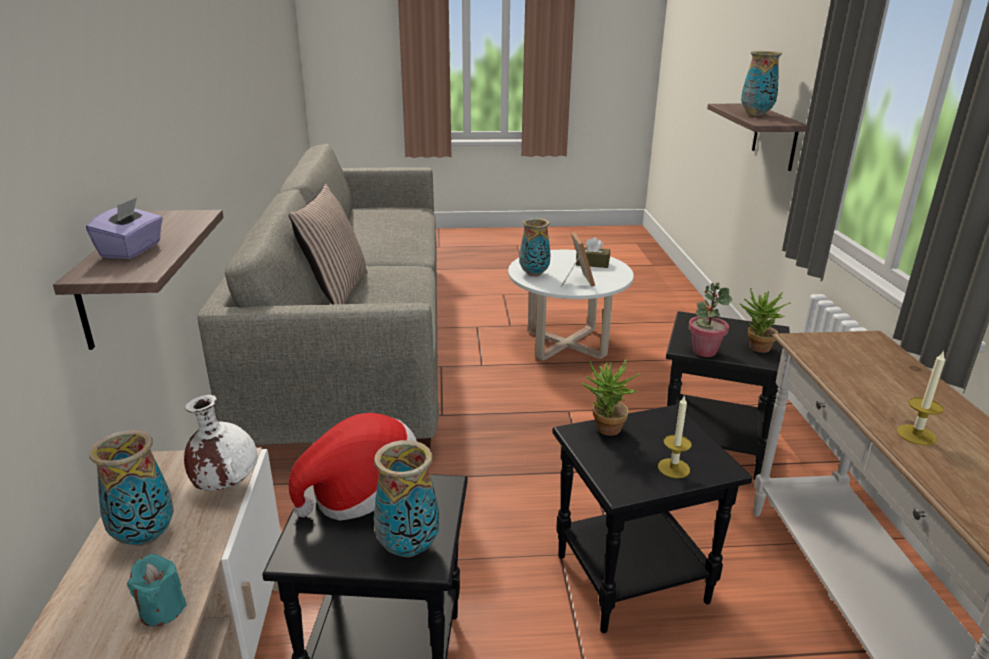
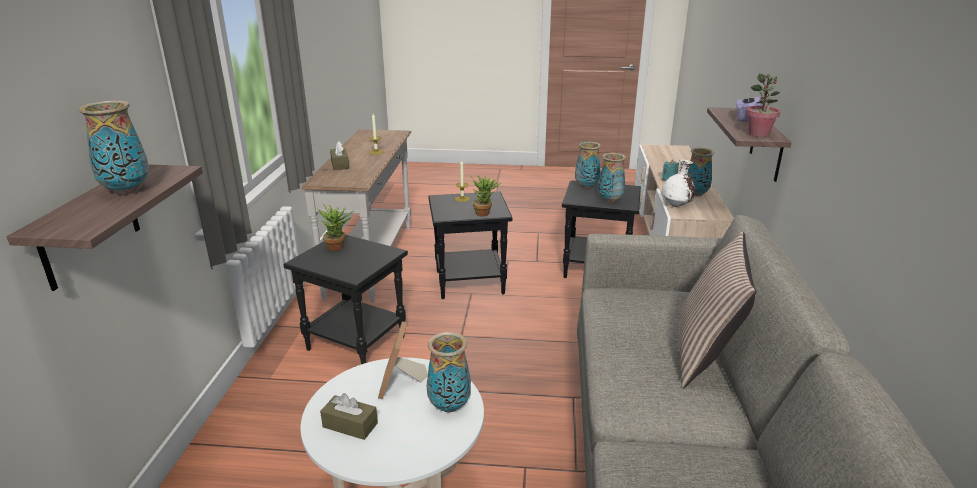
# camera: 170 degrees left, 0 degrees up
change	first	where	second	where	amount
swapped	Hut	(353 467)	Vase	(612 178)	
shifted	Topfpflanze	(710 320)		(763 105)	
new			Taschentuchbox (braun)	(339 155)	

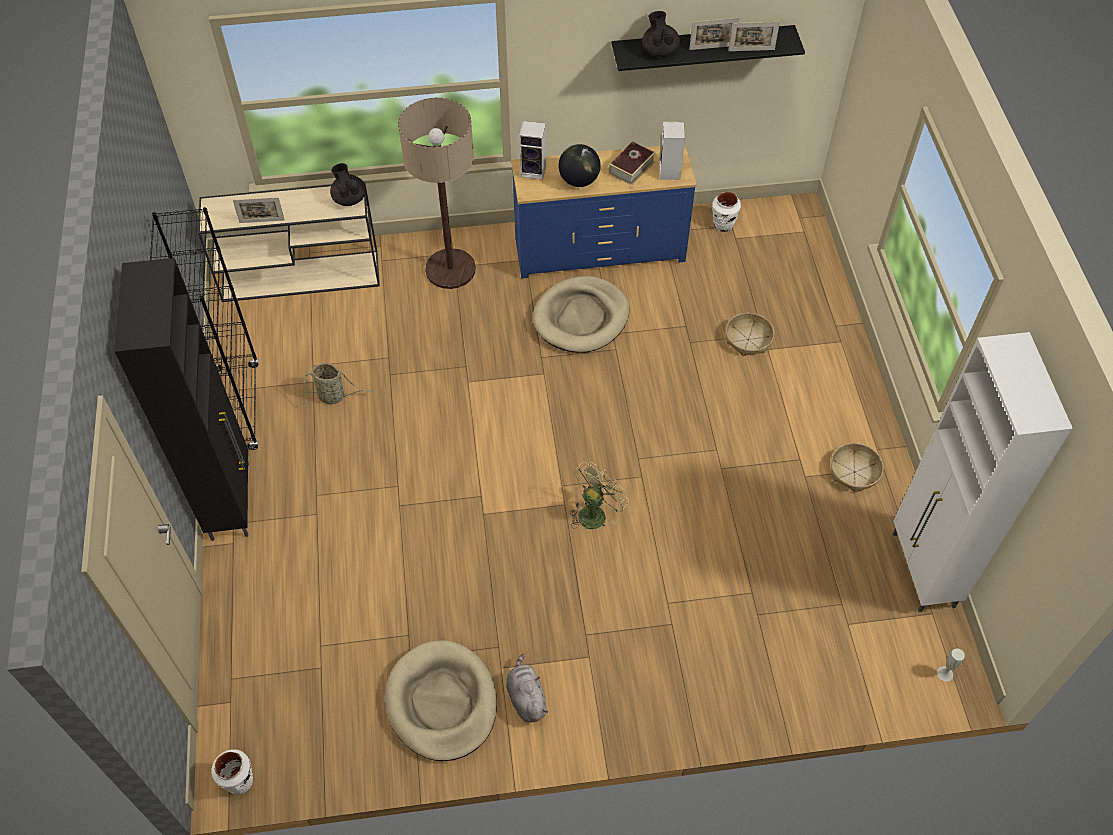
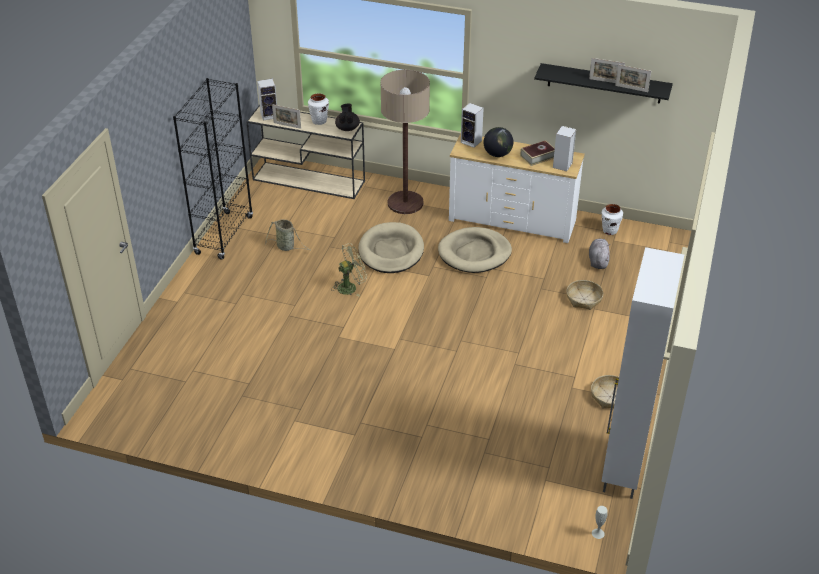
# camera: 25 degrees right, 15 degrees down
change	first	where	second	where	amount
gone	Schrank (schwarz)	(181 399)			
shifted	Vase (weiß)	(232 772)		(318 109)	
shifted	Hundebett (beige)	(441 700)		(391 247)	
shifted	Plüschtier (grau)	(527 688)		(599 254)	
repainted	Kommode (blau)	(604 211)	Kommode (weiß)	(517 188)	
shifted	Ventilator (grün)	(599 495)		(349 270)	
gone	Teekanne (schwarz)	(661 34)			
new			Lautsprecher	(267 99)	

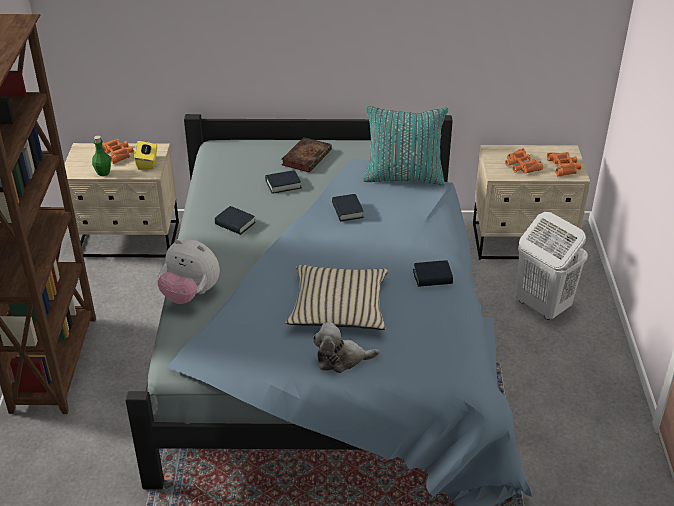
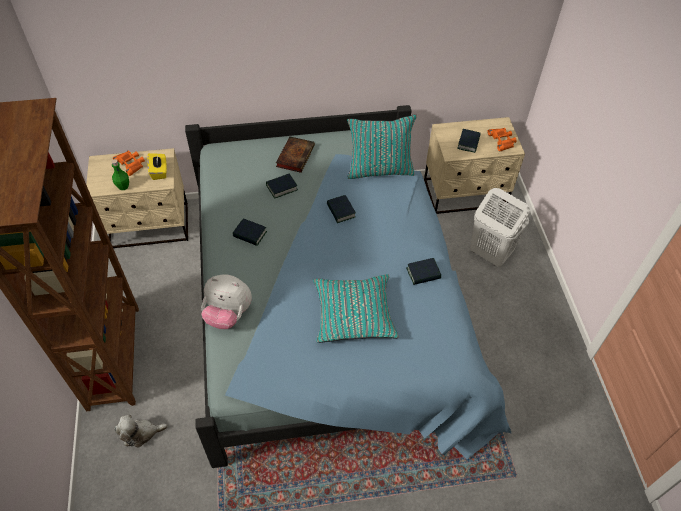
# camera: 10 degrees left, 15 degrees up
change	first	where	second	where	amount
repainted	Kissen (beige)	(336 297)	Kissen (türkis)	(356 308)	
shifted	Plüschtier	(346 347)		(141 431)	
swapped	Fernglas (orange)	(524 161)	Buch	(469 141)	

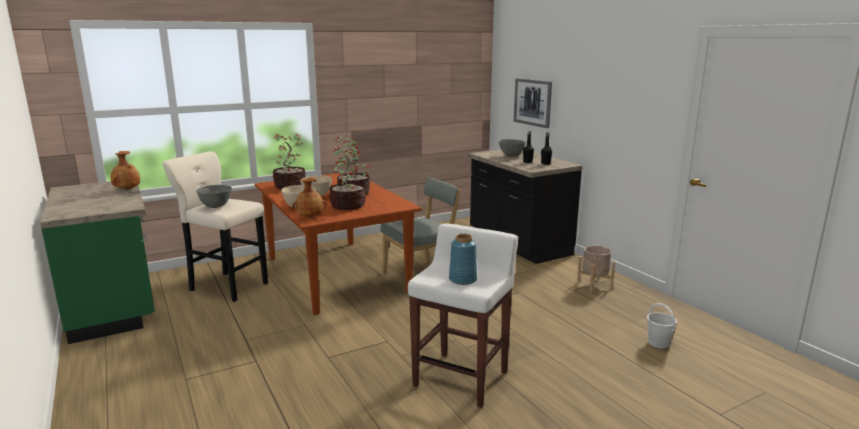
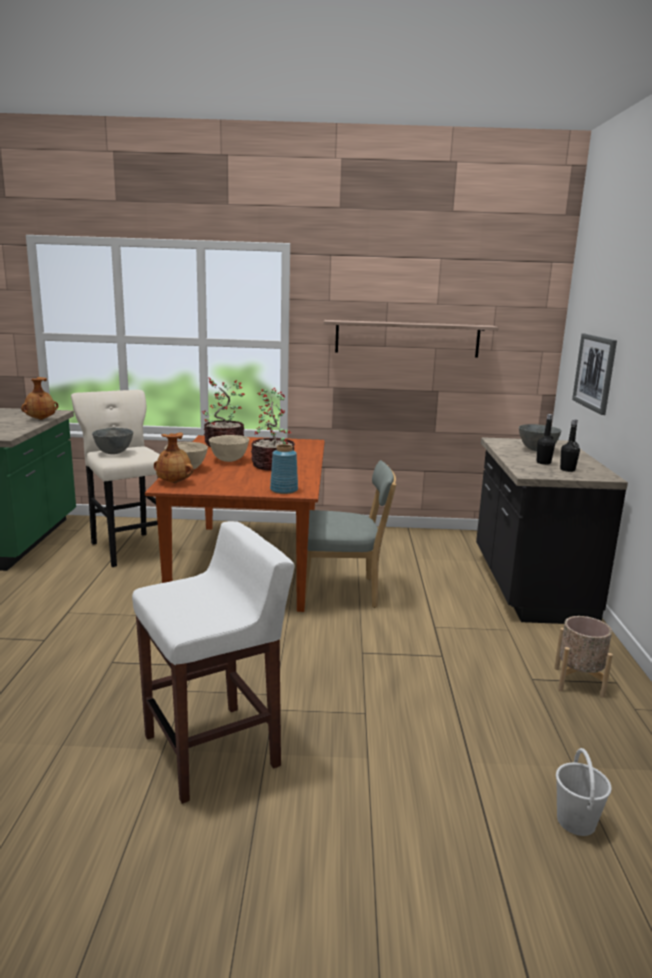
# camera: 30 degrees right, 0 degrees up
change	first	where	second	where	amount
gone	Topfpflanze	(347 178)			
shifted	Vase (blau)	(463 259)		(284 469)	
new			Wandregal	(411 338)	

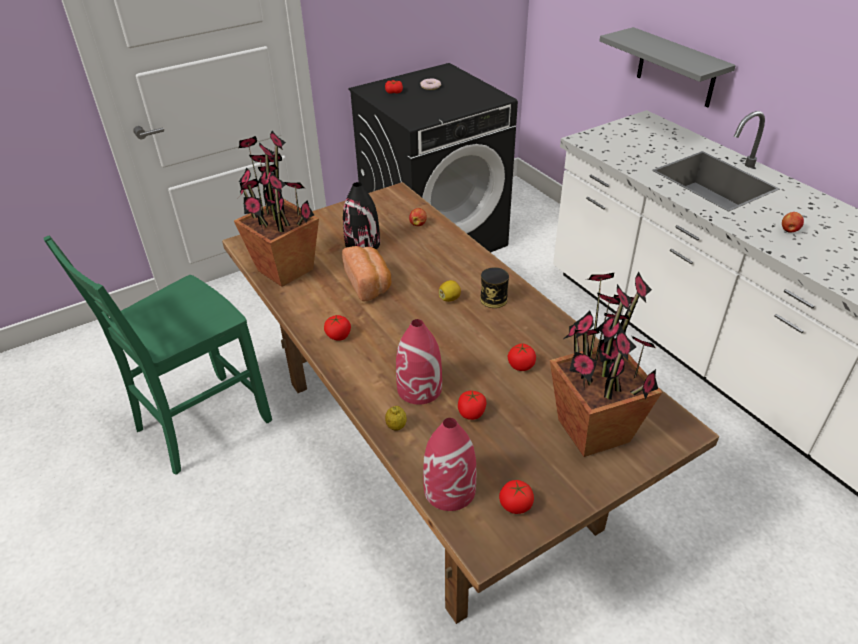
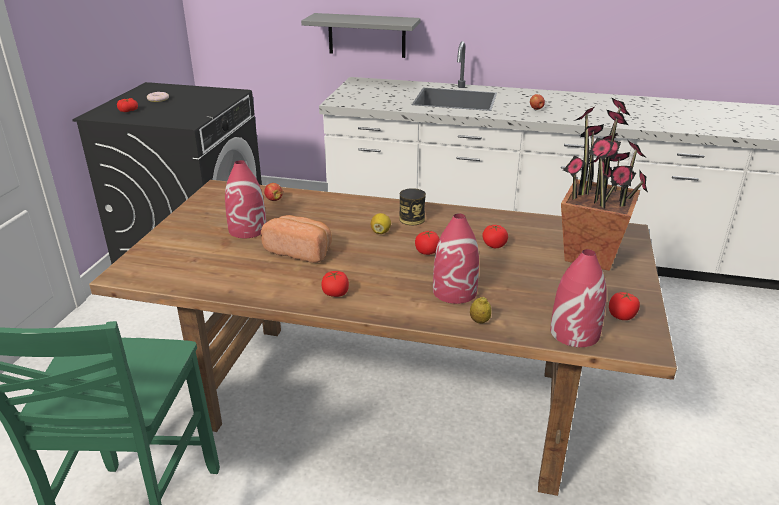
# camera: 45 degrees left, 10 degrees down
change	first	where	second	where	amount
gone	Topfpflanze	(276 209)			
repainted	Vase (schwarz)	(361 215)	Vase (rot)	(245 199)	
shifted	Tomate	(472 405)		(427 243)	

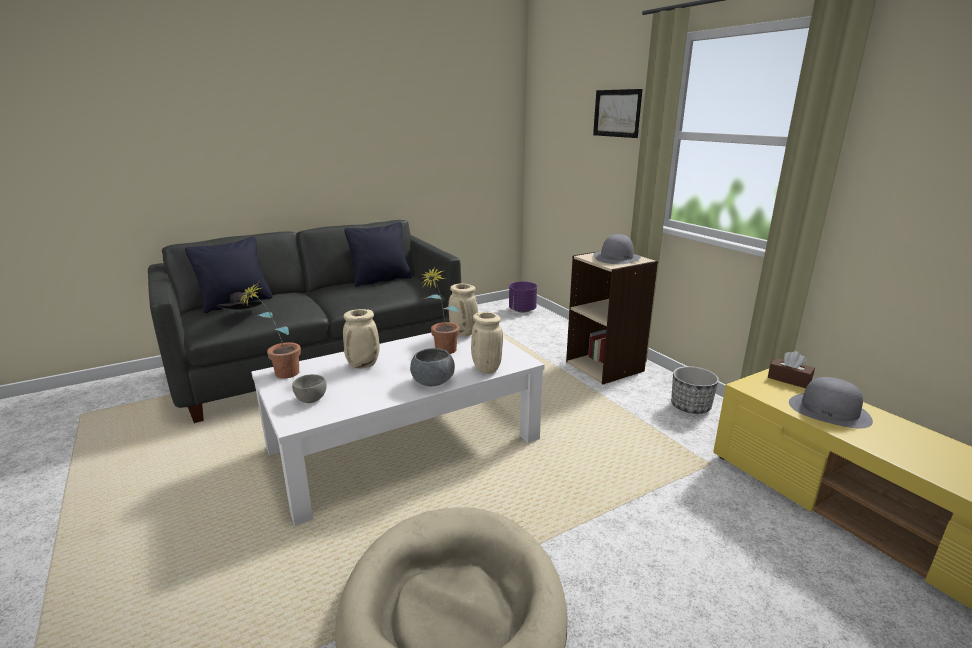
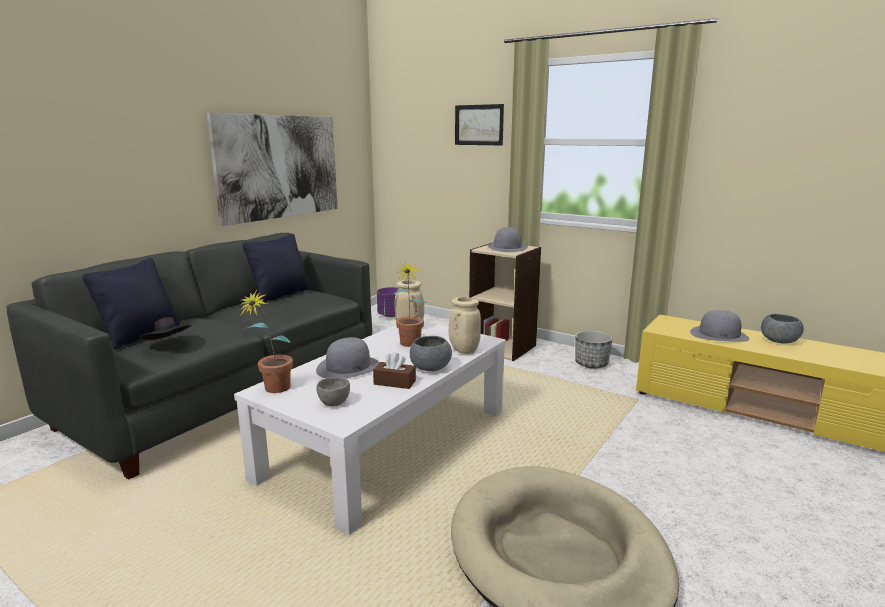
# camera: 25 degrees left, 5 degrees down
change	first	where	second	where	amount
swapped	Vase (beige)	(361 339)	Hut (grau)	(347 357)	
shifted	Taschentuchbox (braun)	(791 369)		(394 370)	
new			Bild	(272 169)	
new			Schüssel (grau)	(782 329)	

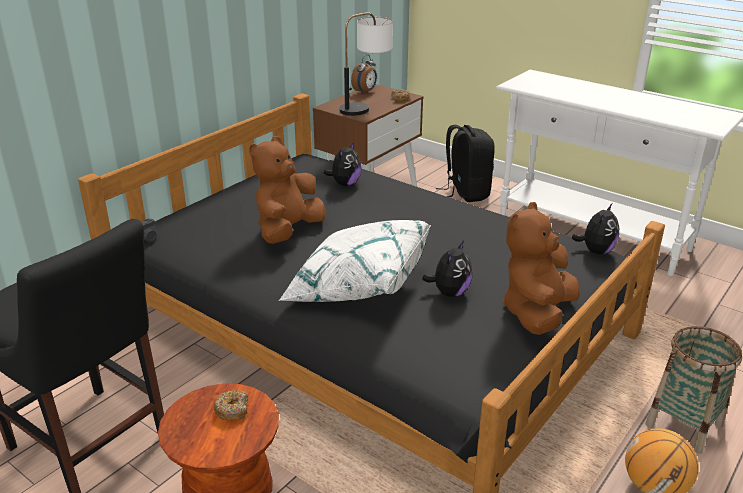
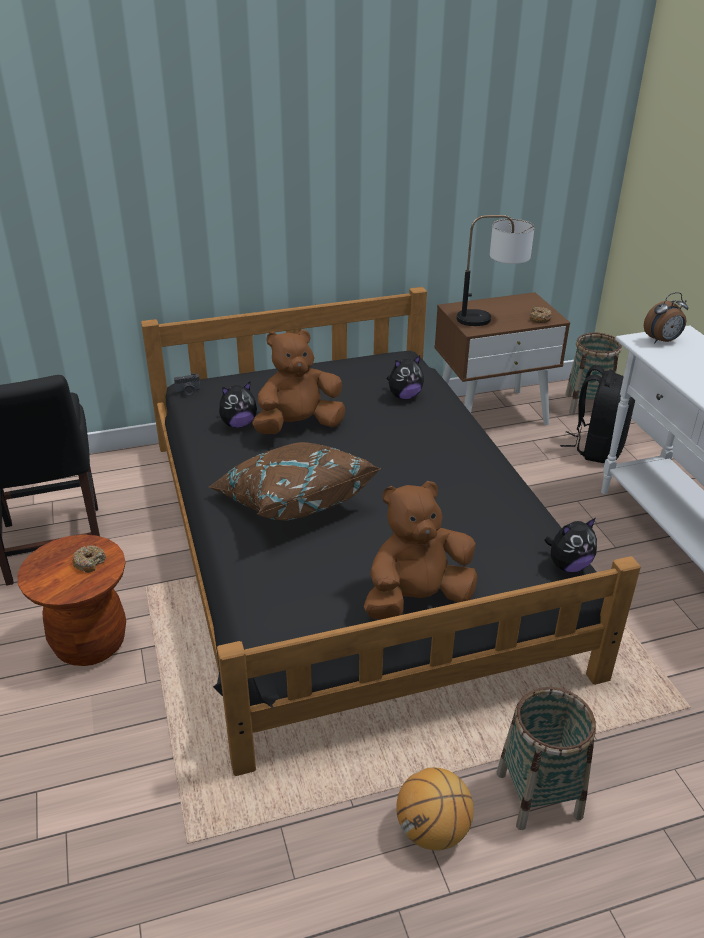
# camera: 35 degrees right, 5 degrees up
change	first	where	second	where	amount
repainted	Kissen (weiß)	(354 261)	Kissen (braun)	(294 481)	
shifted	Wecker	(364 74)		(666 317)	
shifted	Plüschtier	(447 268)		(238 405)	
new			Korb	(593 374)	

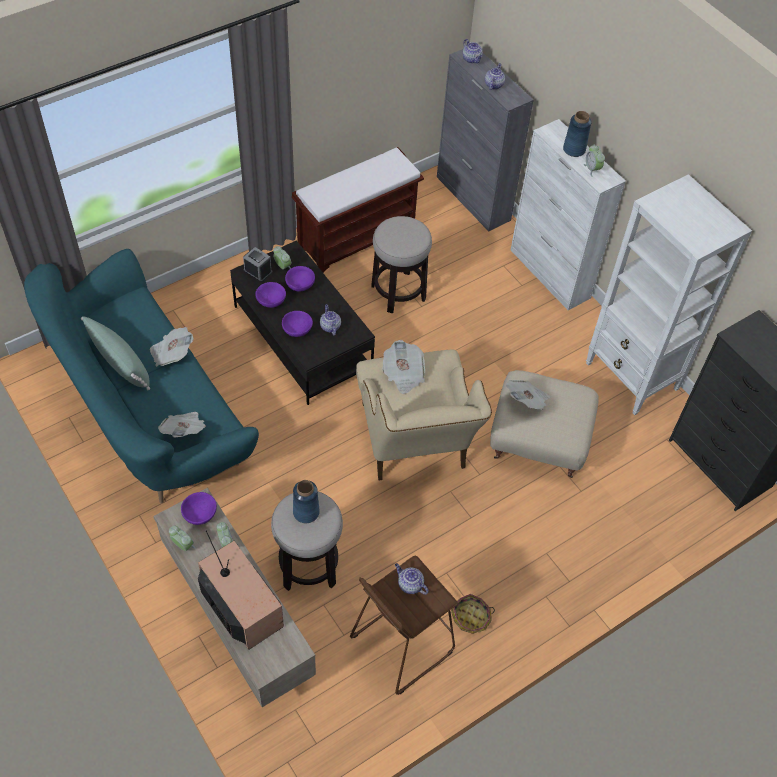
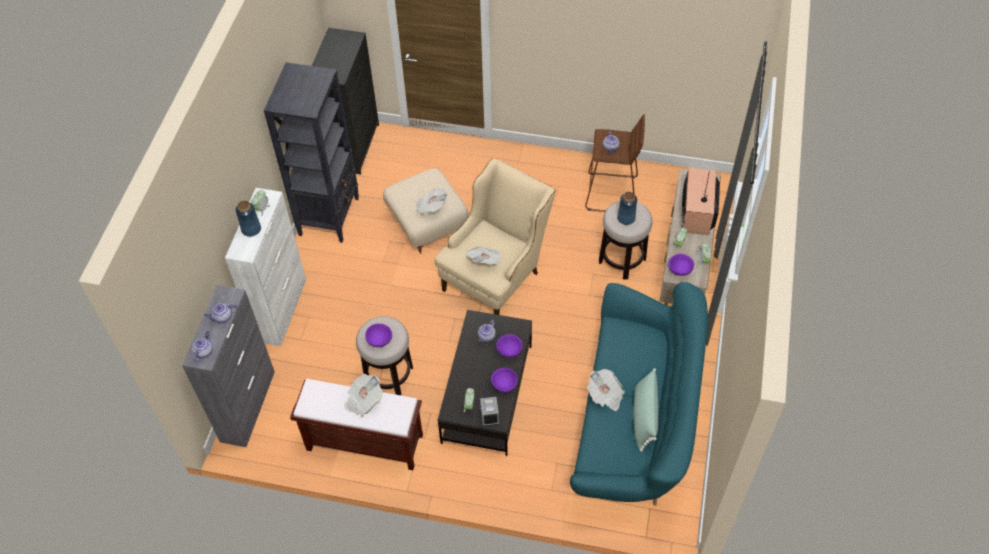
# camera: 130 degrees left, 0 degrees up
change	first	where	second	where	amount
shifted	Zeitung	(182 424)		(363 395)	
shifted	Schüssel (lila)	(300 279)		(378 335)	
gone	Korb	(473 614)			
repainted	Bücherregal (weiß)	(669 294)	Bücherregal (schwarz)	(311 152)	

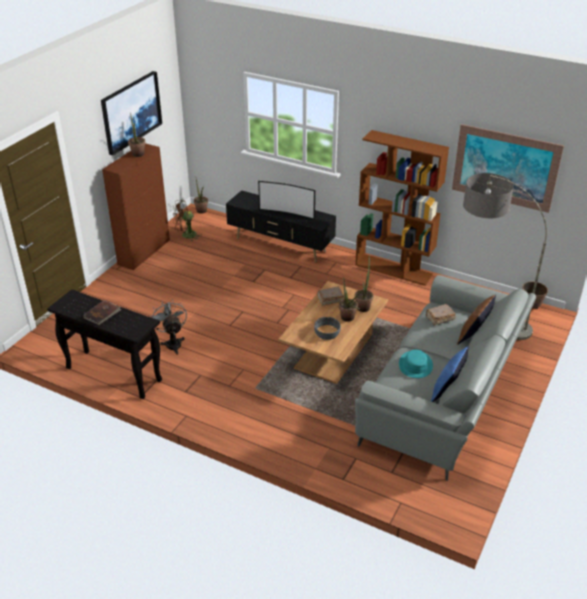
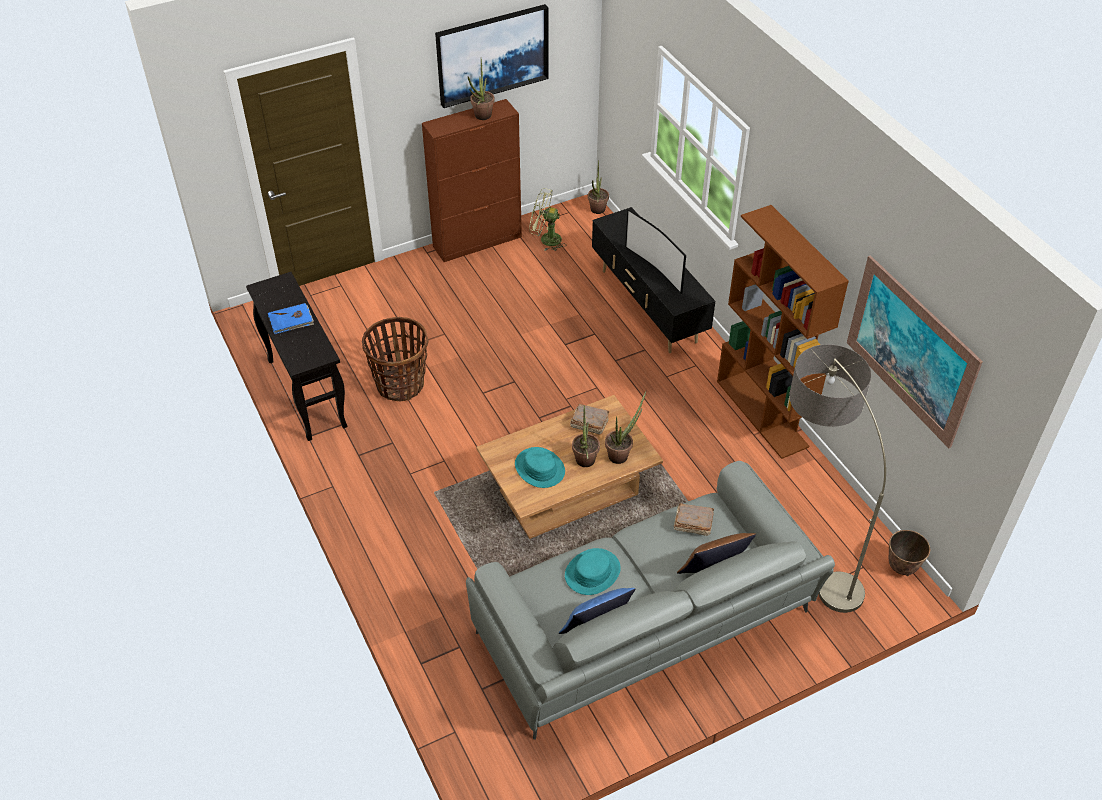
# camera: 35 degrees right, 10 degrees up
change	first	where	second	where	amount
repainted	Buch (braun)	(102 312)	Buch (blau)	(291 318)	
swapped	Ventilator (grau)	(168 327)	Korb	(395 359)	
repainted	Ventilator (braun)	(186 221)	Ventilator (grün)	(547 219)	
swapped	Schüssel (grau)	(327 328)	Hut (türkis)	(540 467)	

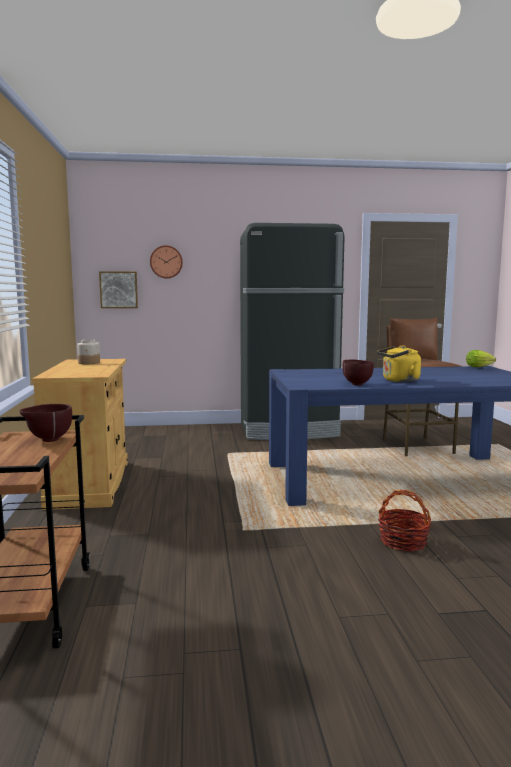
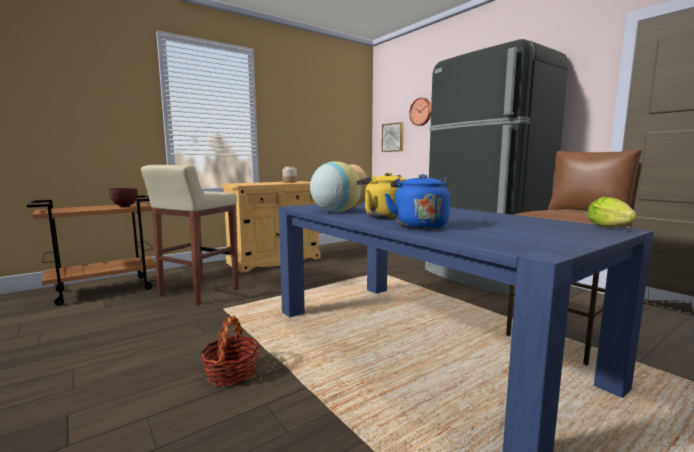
# camera: 60 degrees right, 0 degrees up
change	first	where	second	where	amount
swapped	Schüssel (braun)	(358 373)	Vase	(338 187)	
new			Hocker (beige)	(190 234)	
new			Wasserkessel (blau)	(417 201)	

